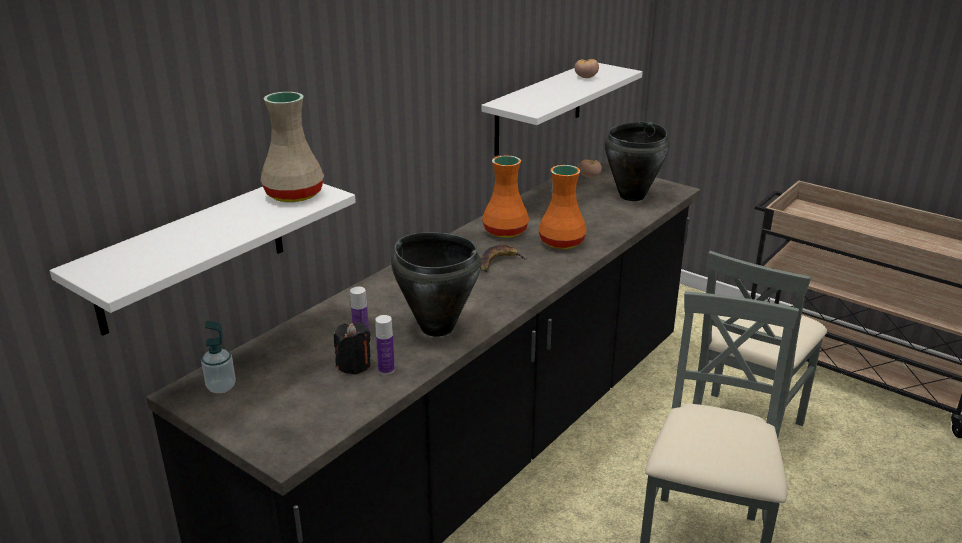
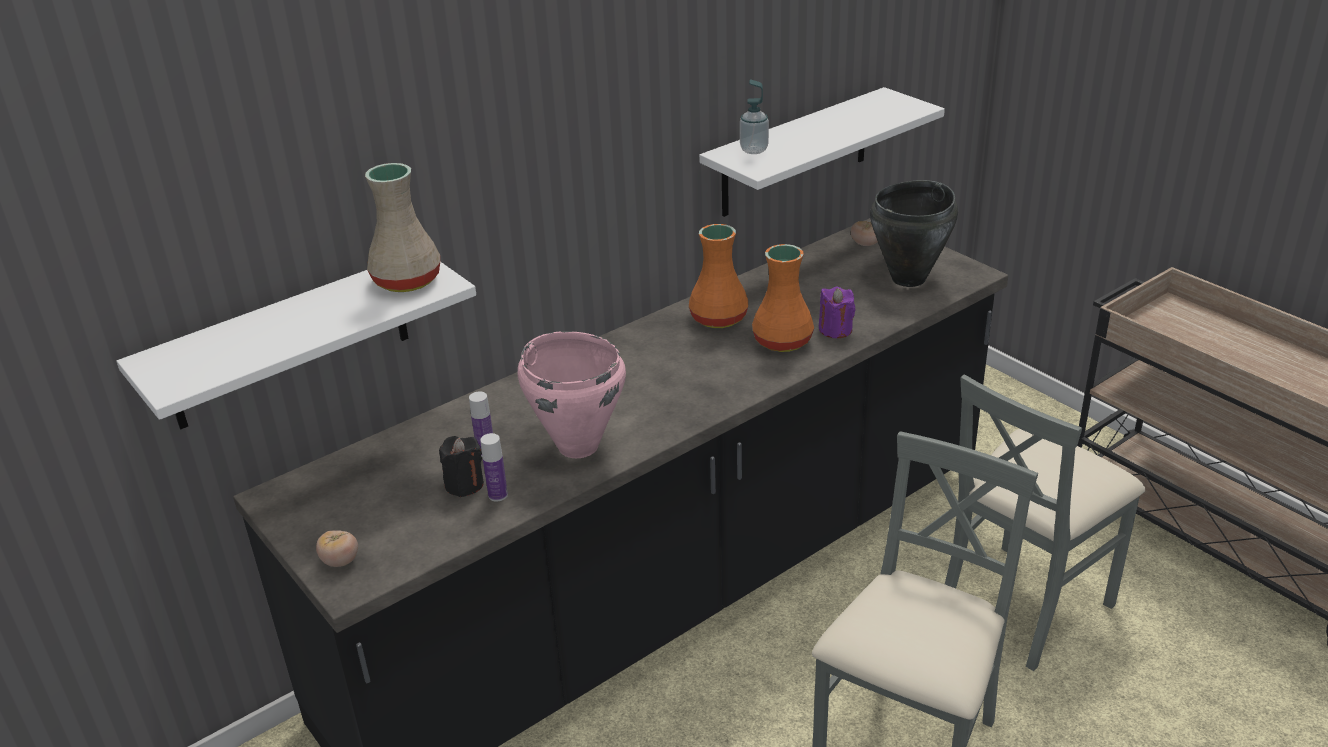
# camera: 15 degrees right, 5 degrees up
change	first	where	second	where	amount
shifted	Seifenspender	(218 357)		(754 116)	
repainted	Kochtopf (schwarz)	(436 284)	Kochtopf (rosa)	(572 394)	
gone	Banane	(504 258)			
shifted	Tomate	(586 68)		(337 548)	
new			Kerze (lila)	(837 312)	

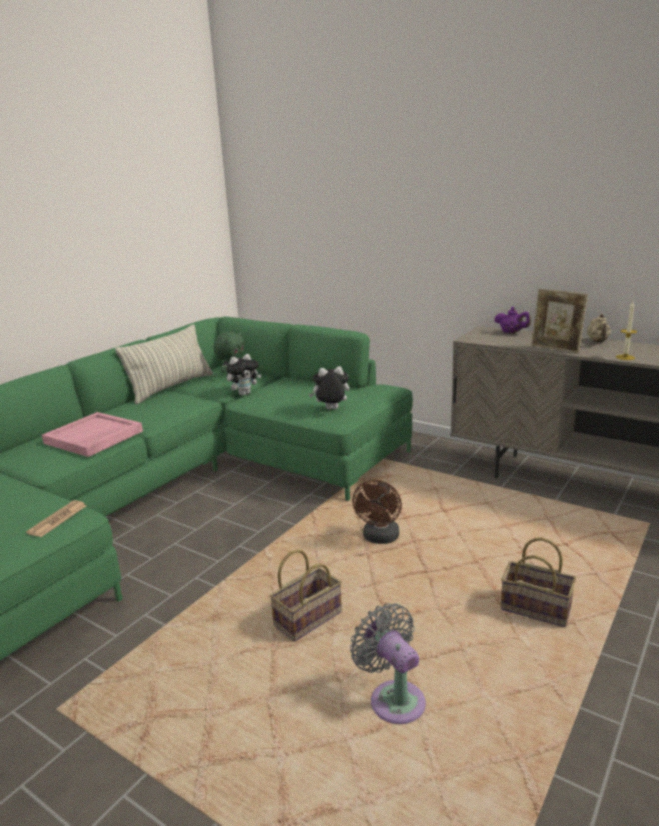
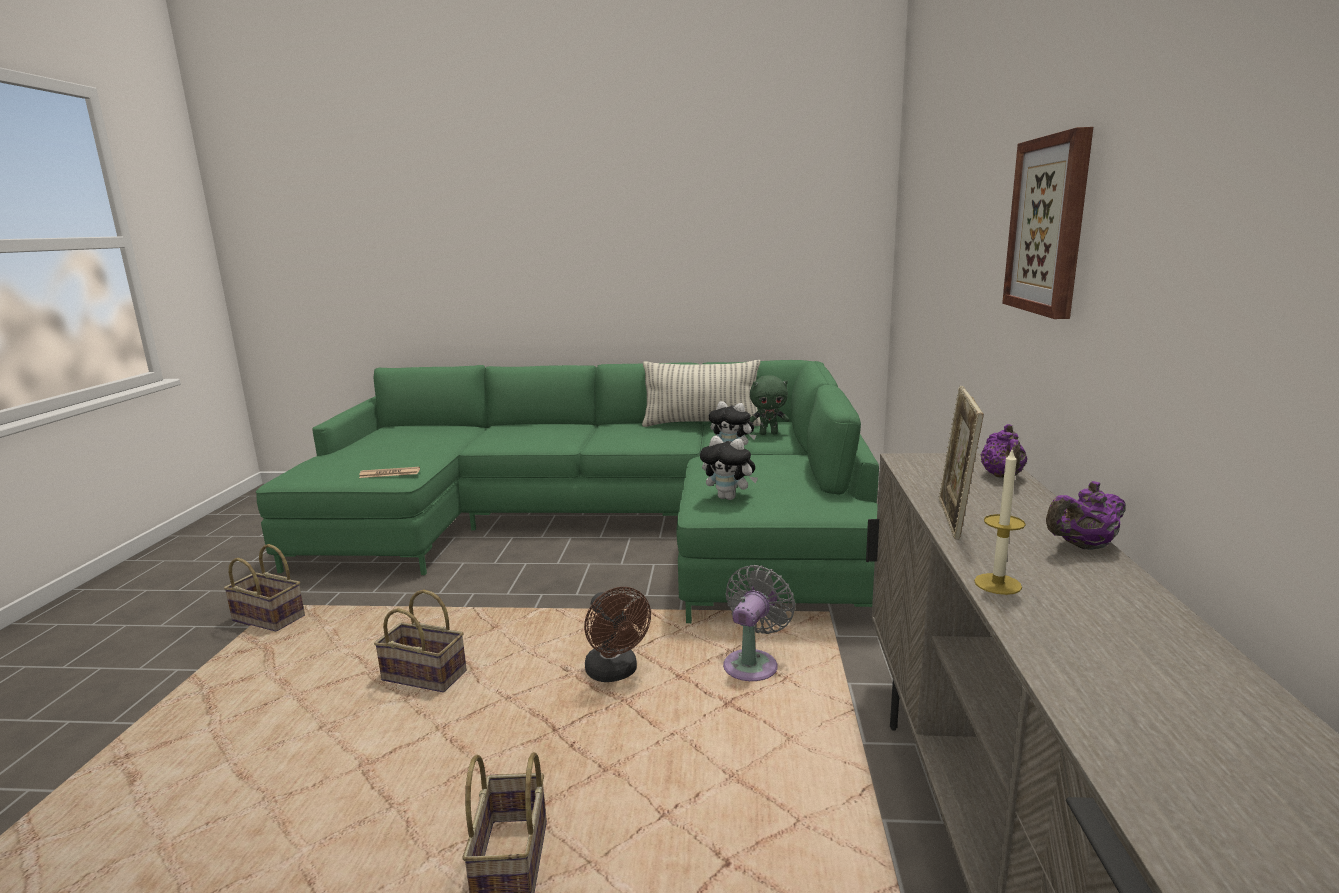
# camera: 60 degrees right, 5 degrees down
change	first	where	second	where	amount
gone	Tablett (rosa)	(92 434)			
rotated	Plüschtier	(329 388)		(729 468)	150 degrees clockwise
shifted	Ventilator (grau)	(388 663)		(759 623)	
rotated	Ventilator (braun)	(377 512)		(617 634)	105 degrees counterclockwise
repainted	Teekanne (beige)	(599 328)	Teekanne (lila)	(1086 515)	
new			Korb	(264 587)	
new			Bild	(1047 223)	

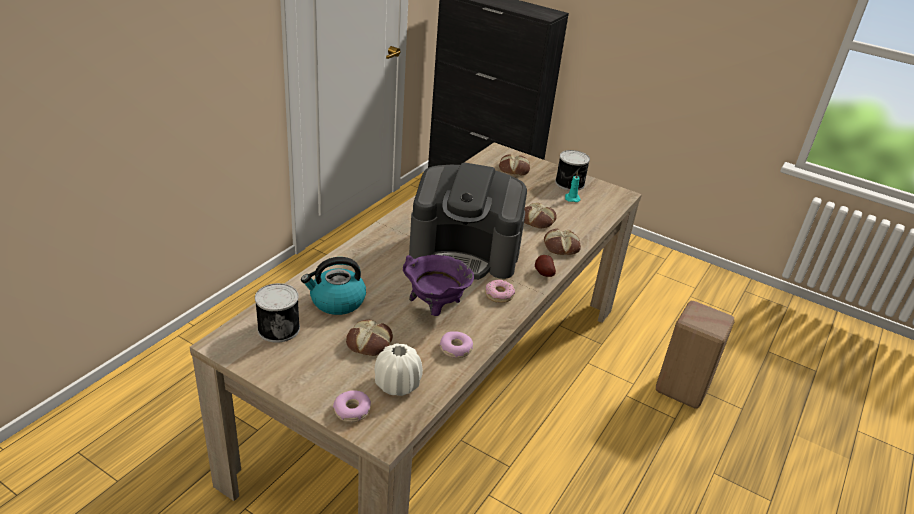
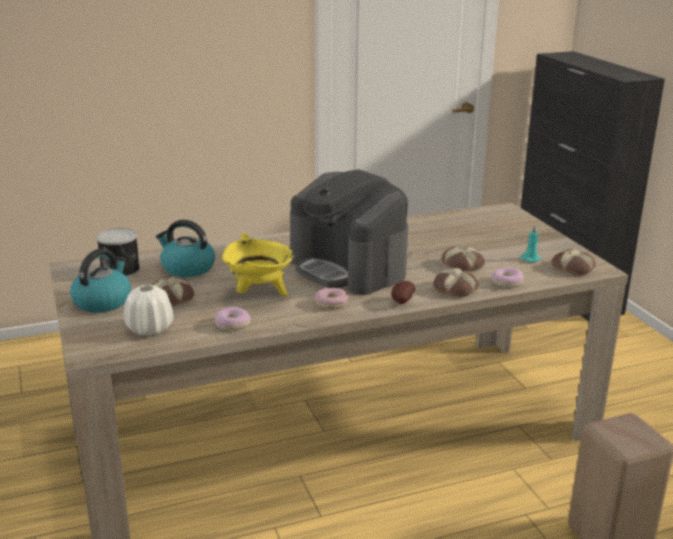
# camera: 40 degrees right, 10 degrees down
change	first	where	second	where	amount
shifted	Donut	(352 406)		(508 277)	
repainted	Kochtopf (lila)	(438 285)	Kochtopf (gelb)	(258 265)	
shifted	Brot	(514 164)		(574 262)	
gone	Dose	(572 170)			
new			Wasserkessel	(100 281)	

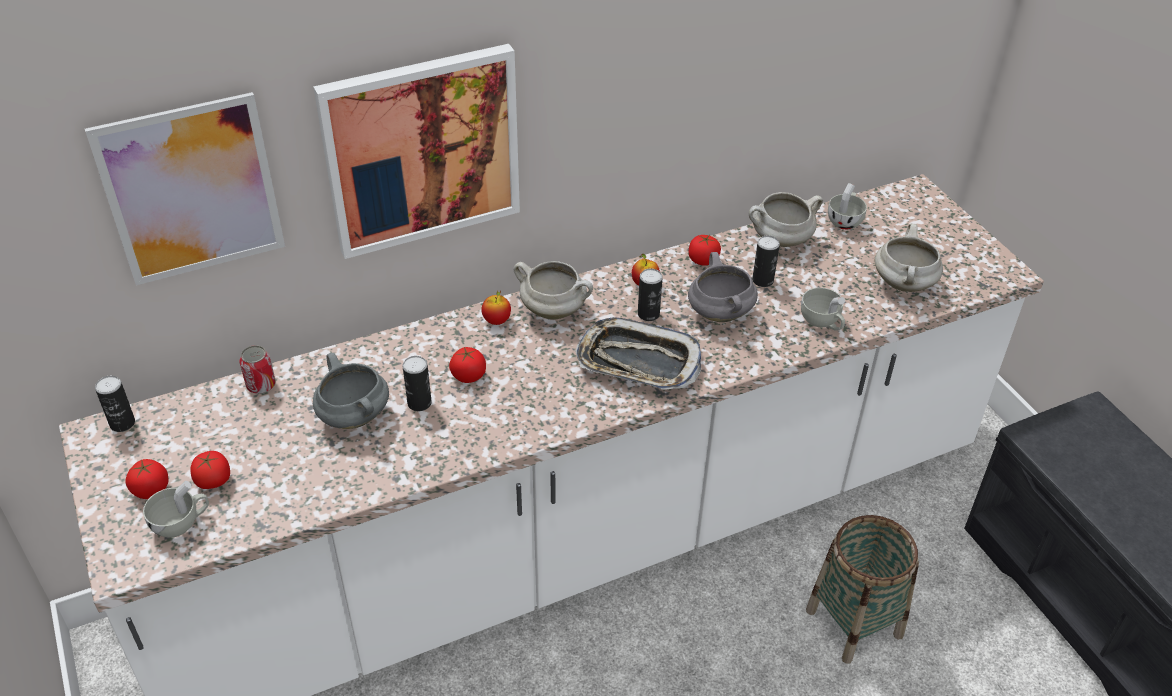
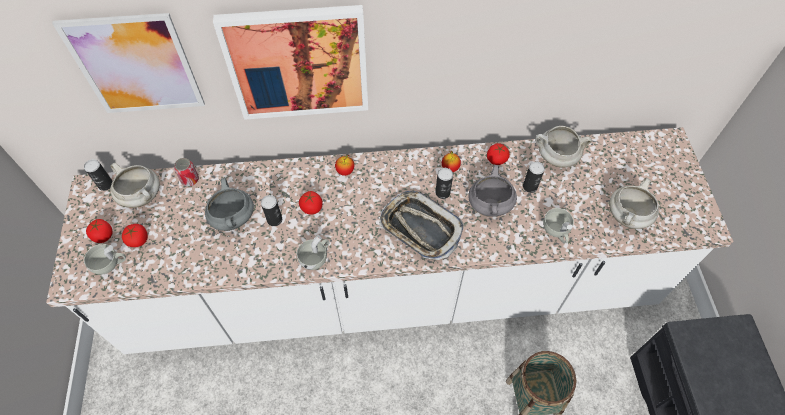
# camera: 20 degrees right, 15 degrees up
change	first	where	second	where	amount
shifted	Kochtopf (weiß)	(553 290)		(135 185)	
shifted	Tasse (weiß)	(847 206)		(313 252)	

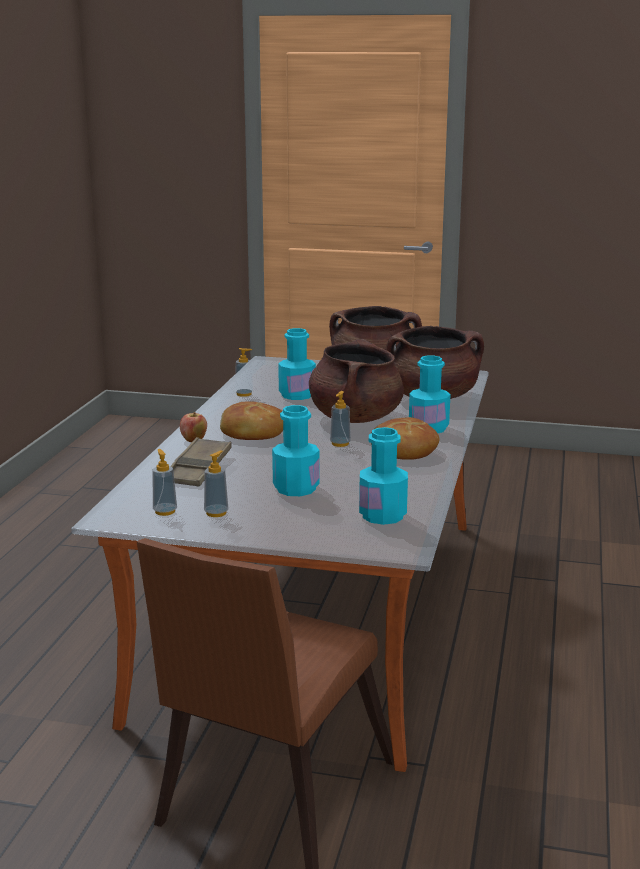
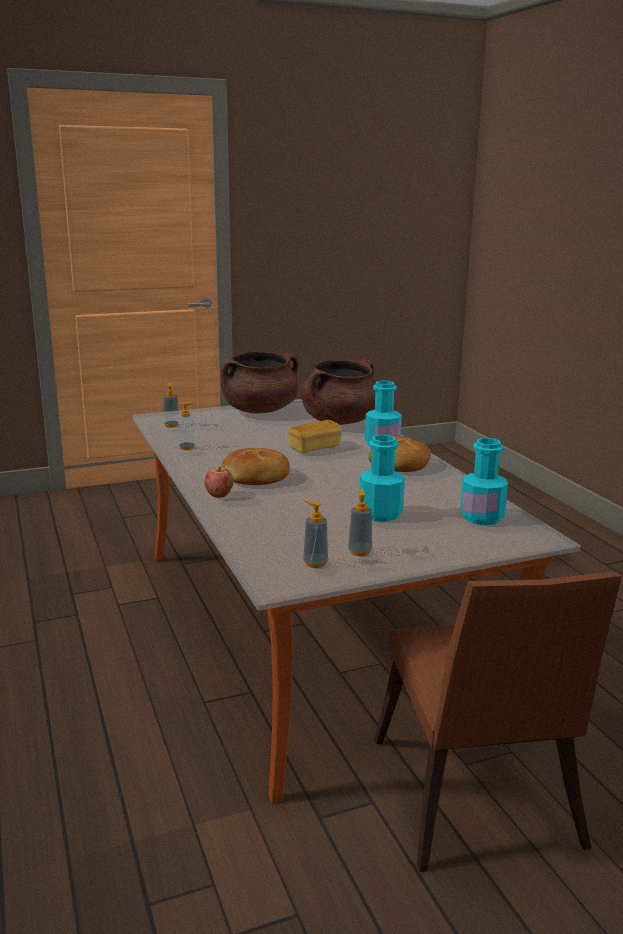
# camera: 35 degrees left, 0 degrees up
change	first	where	second	where	amount
gone	Tablett (braun)	(201 462)			
gone	Flasche (türkis)	(297 364)			
swapped	Kochtopf (braun)	(356 381)	Brot	(315 436)	
shifted	Seifenspender	(340 419)		(171 405)	

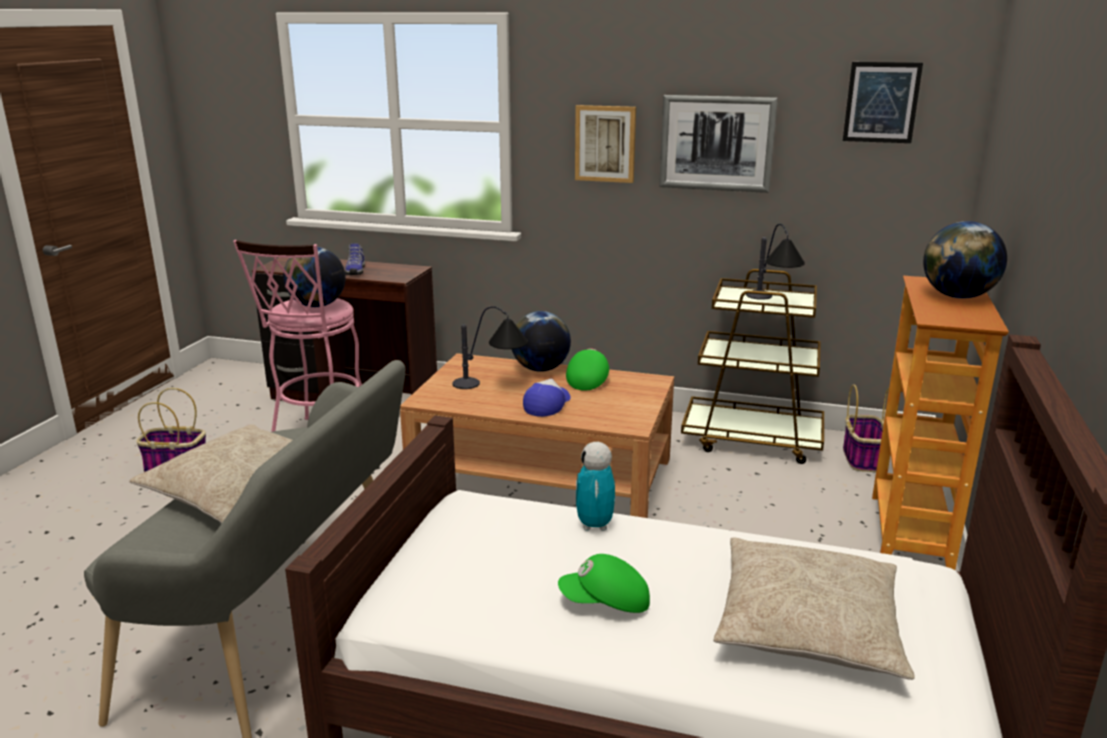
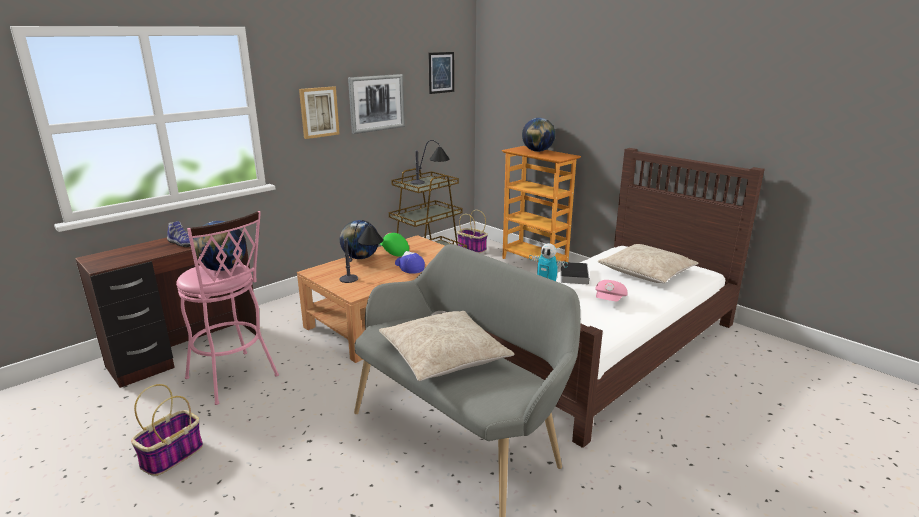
# camera: 60 degrees left, 0 degrees up
change	first	where	second	where	amount
repainted	Kappe (grün)	(604 583)	Kappe (rosa)	(611 290)	
new			Buch	(575 273)	

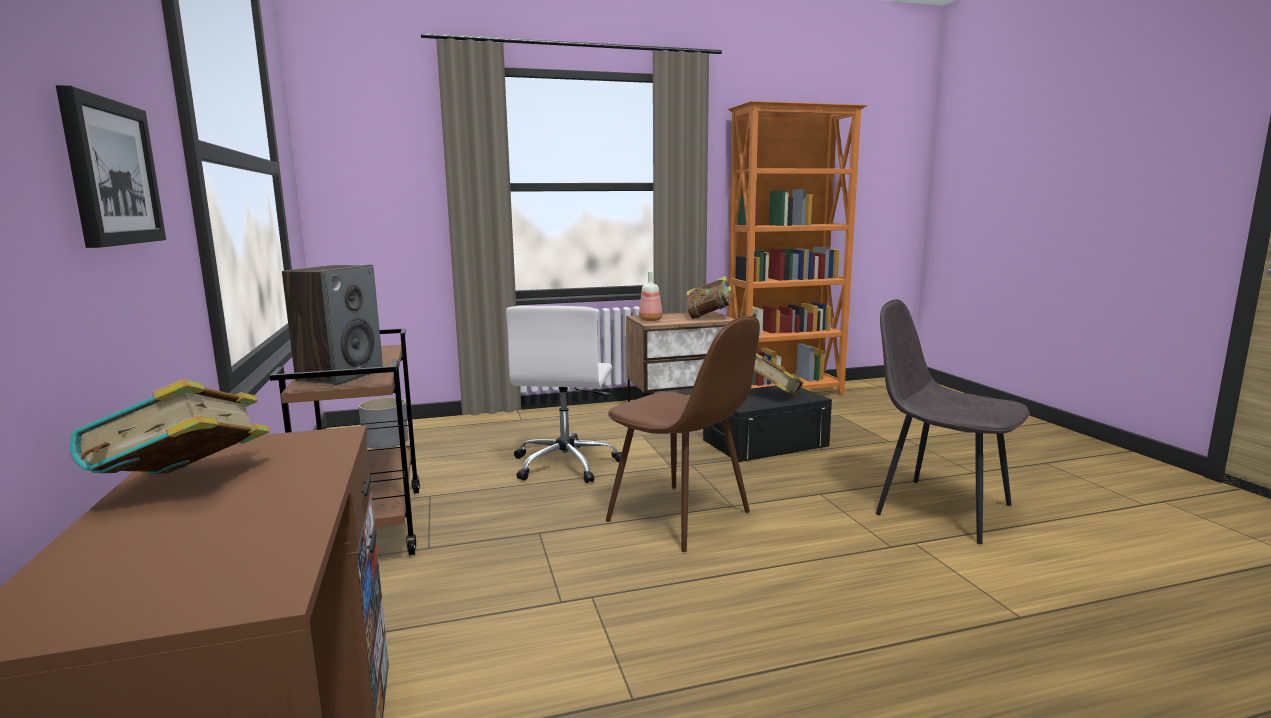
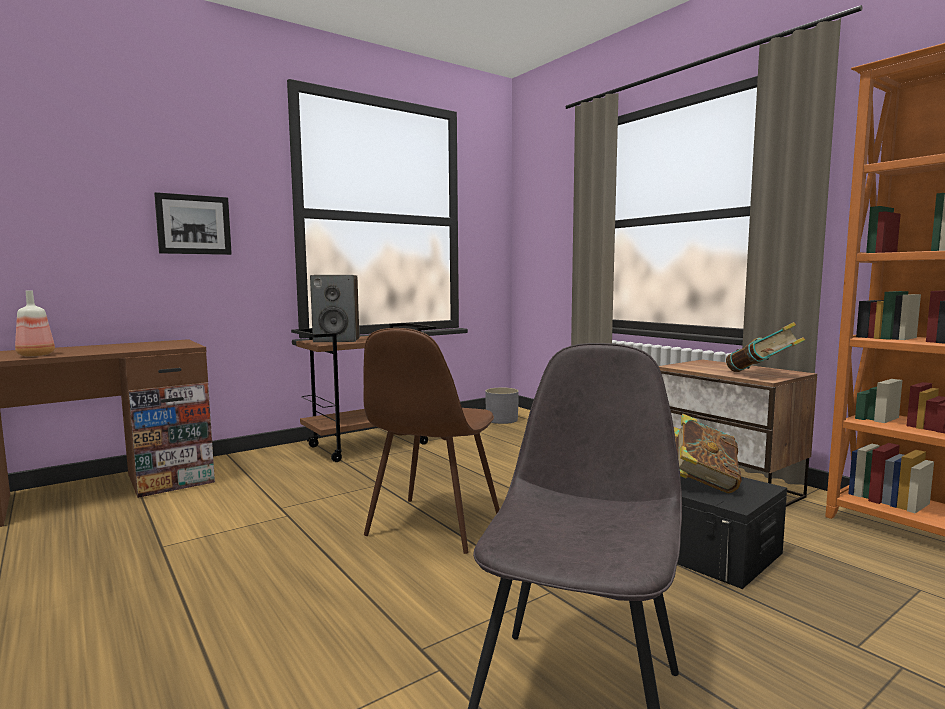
# camera: 70 degrees right, 5 degrees down
change	first	where	second	where	amount
gone	Buch	(170 426)			
gone	Bürostuhl (weiß)	(564 394)			
shifted	Flasche	(651 296)		(35 323)	

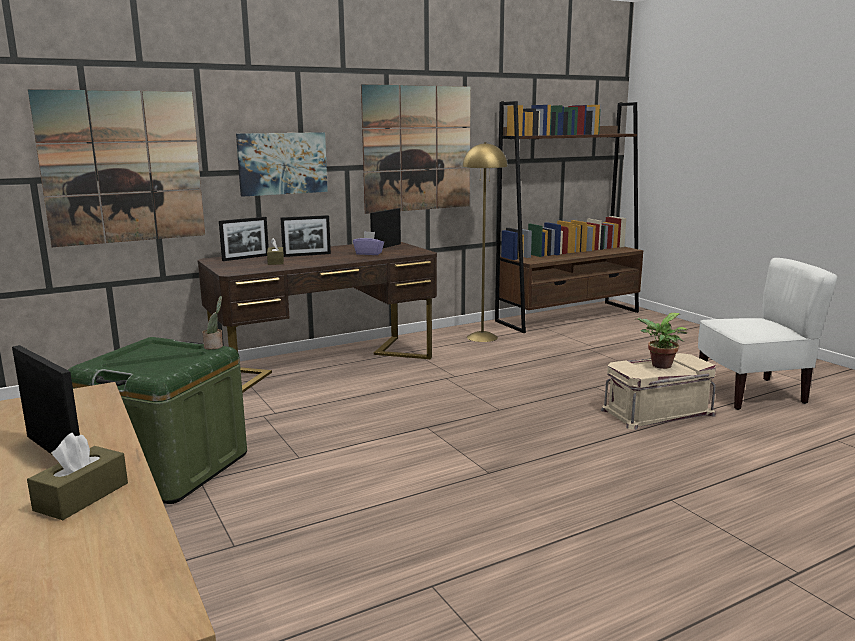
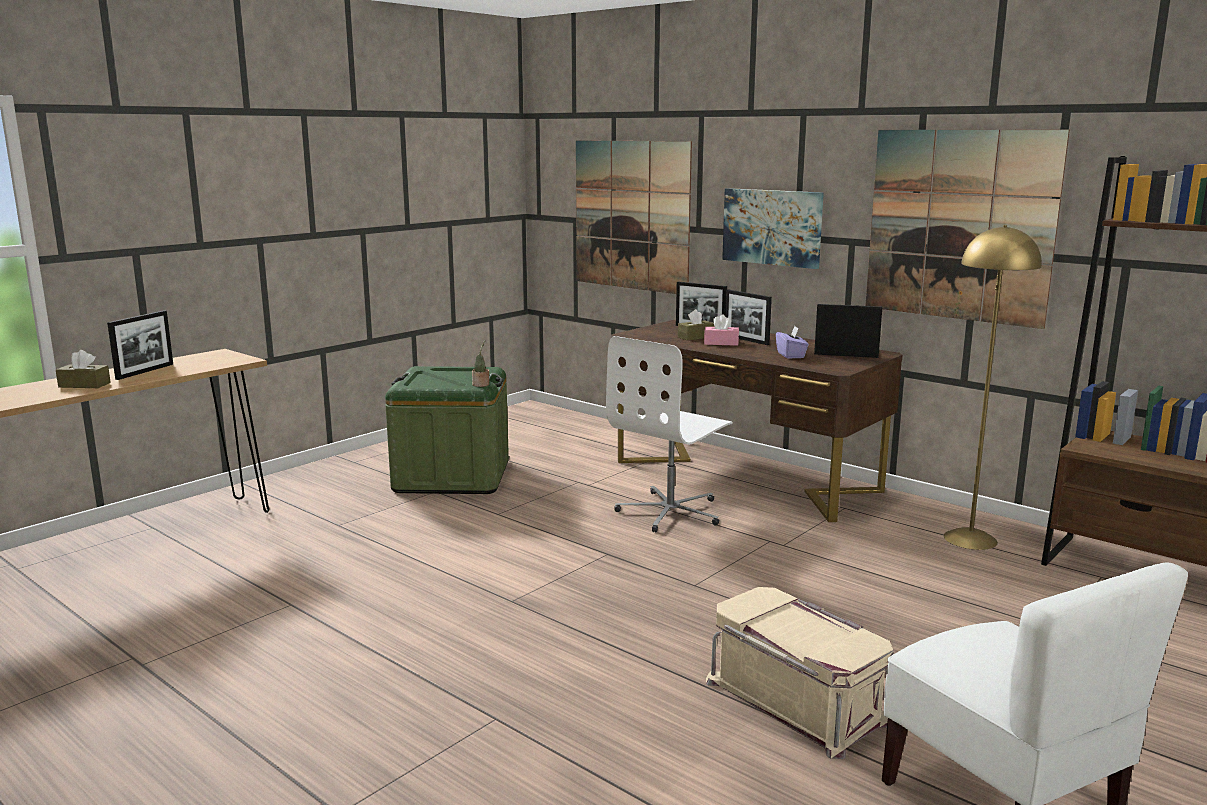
# camera: 70 degrees right, 0 degrees up
change	first	where	second	where	amount
gone	Topfpflanze	(662 341)			
new			Bürostuhl (weiß)	(669 434)	
new			Taschentuchbox (rosa)	(721 330)	

